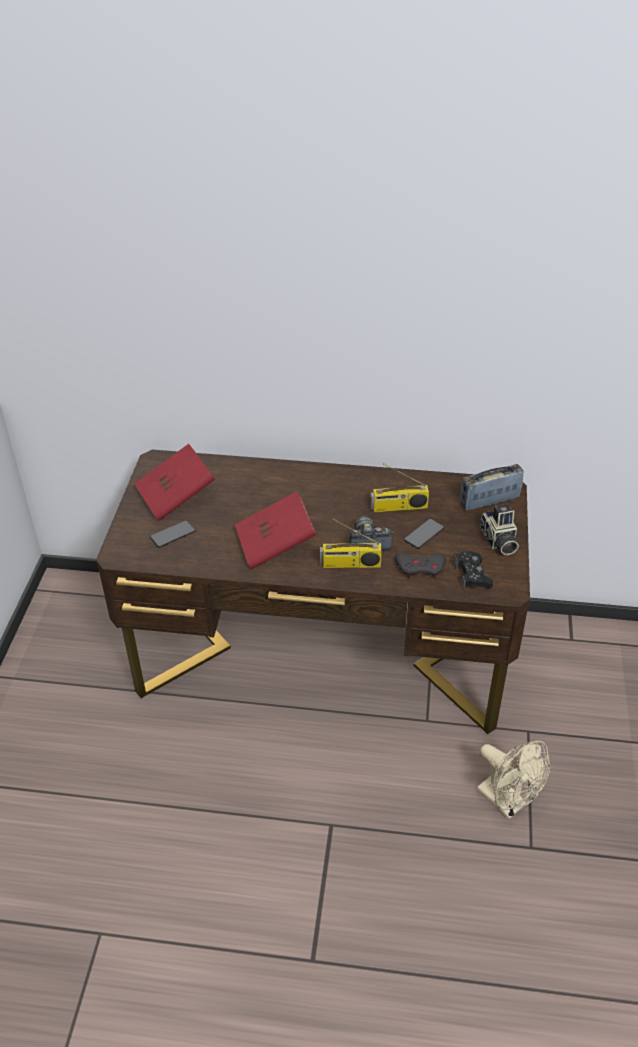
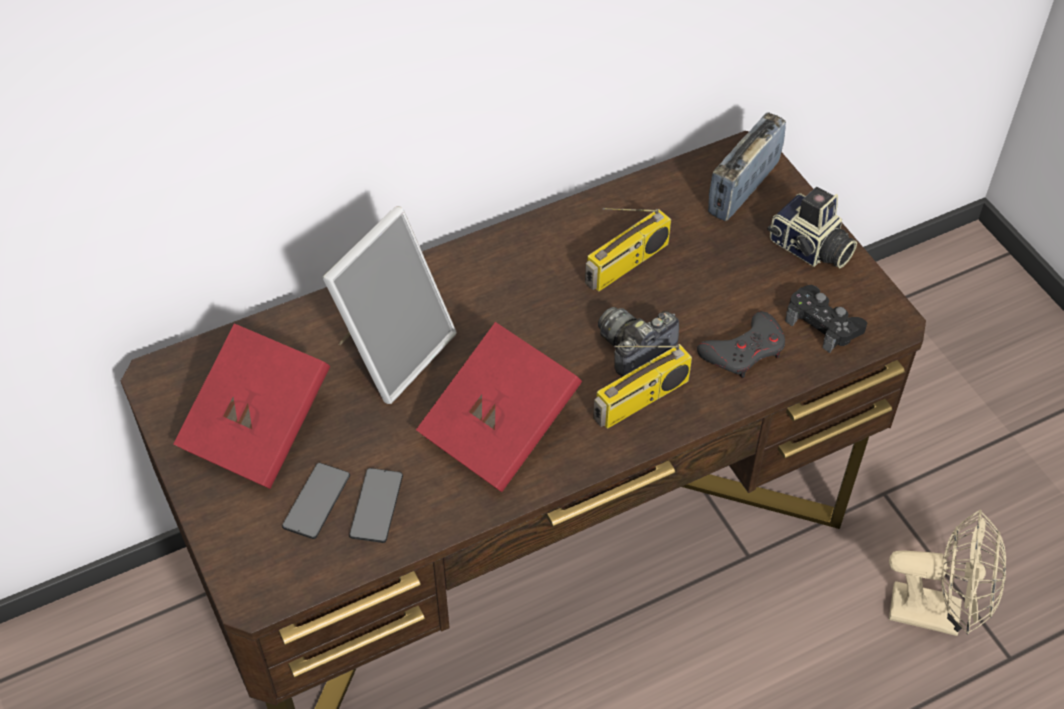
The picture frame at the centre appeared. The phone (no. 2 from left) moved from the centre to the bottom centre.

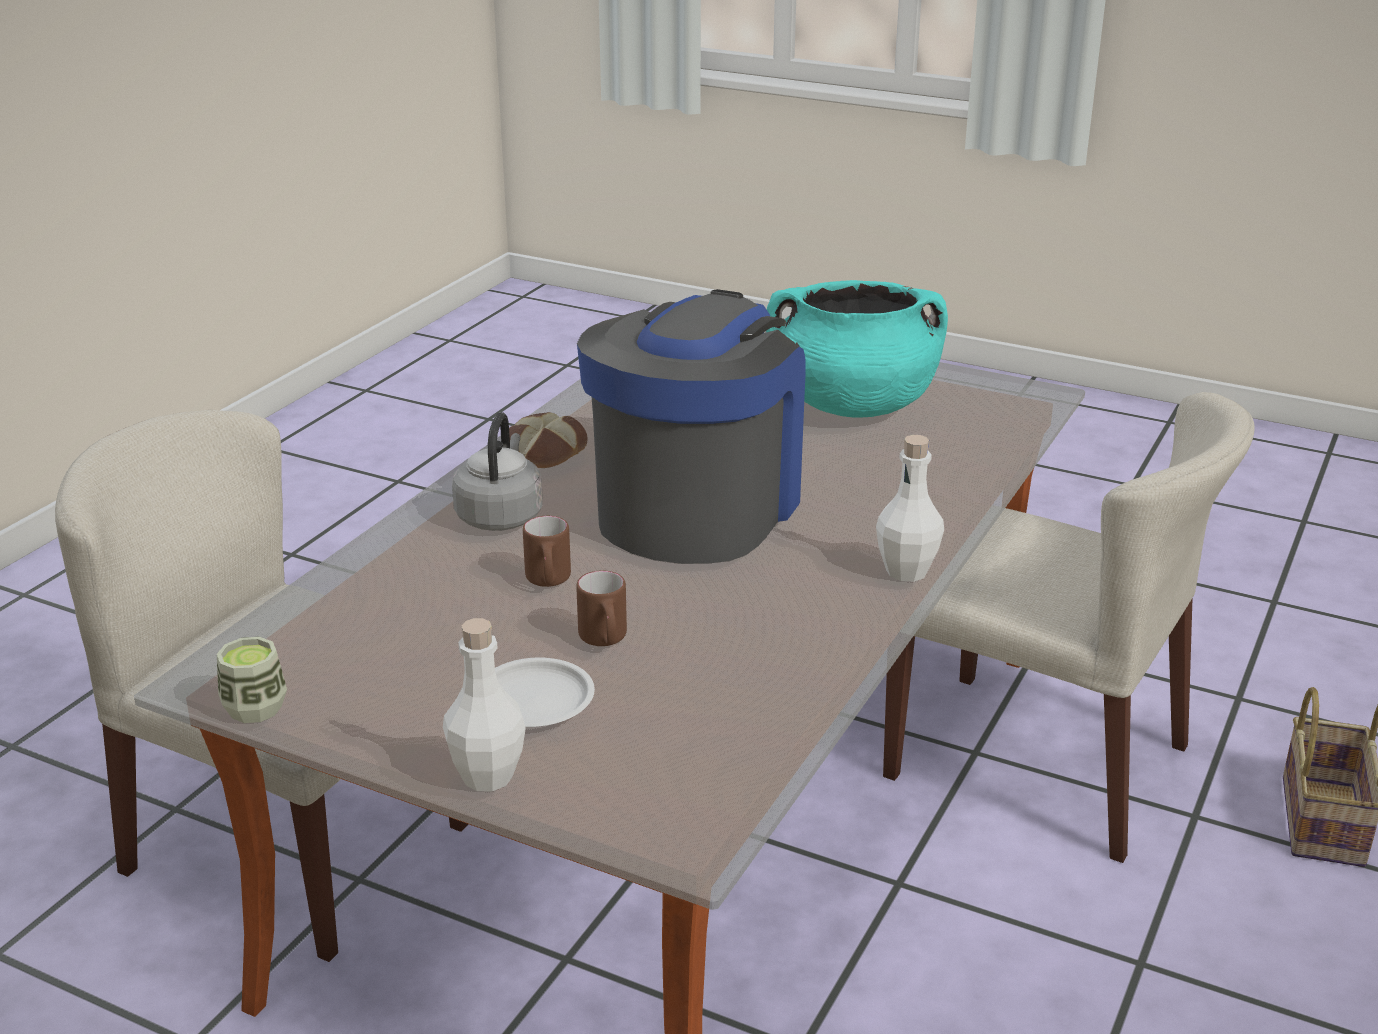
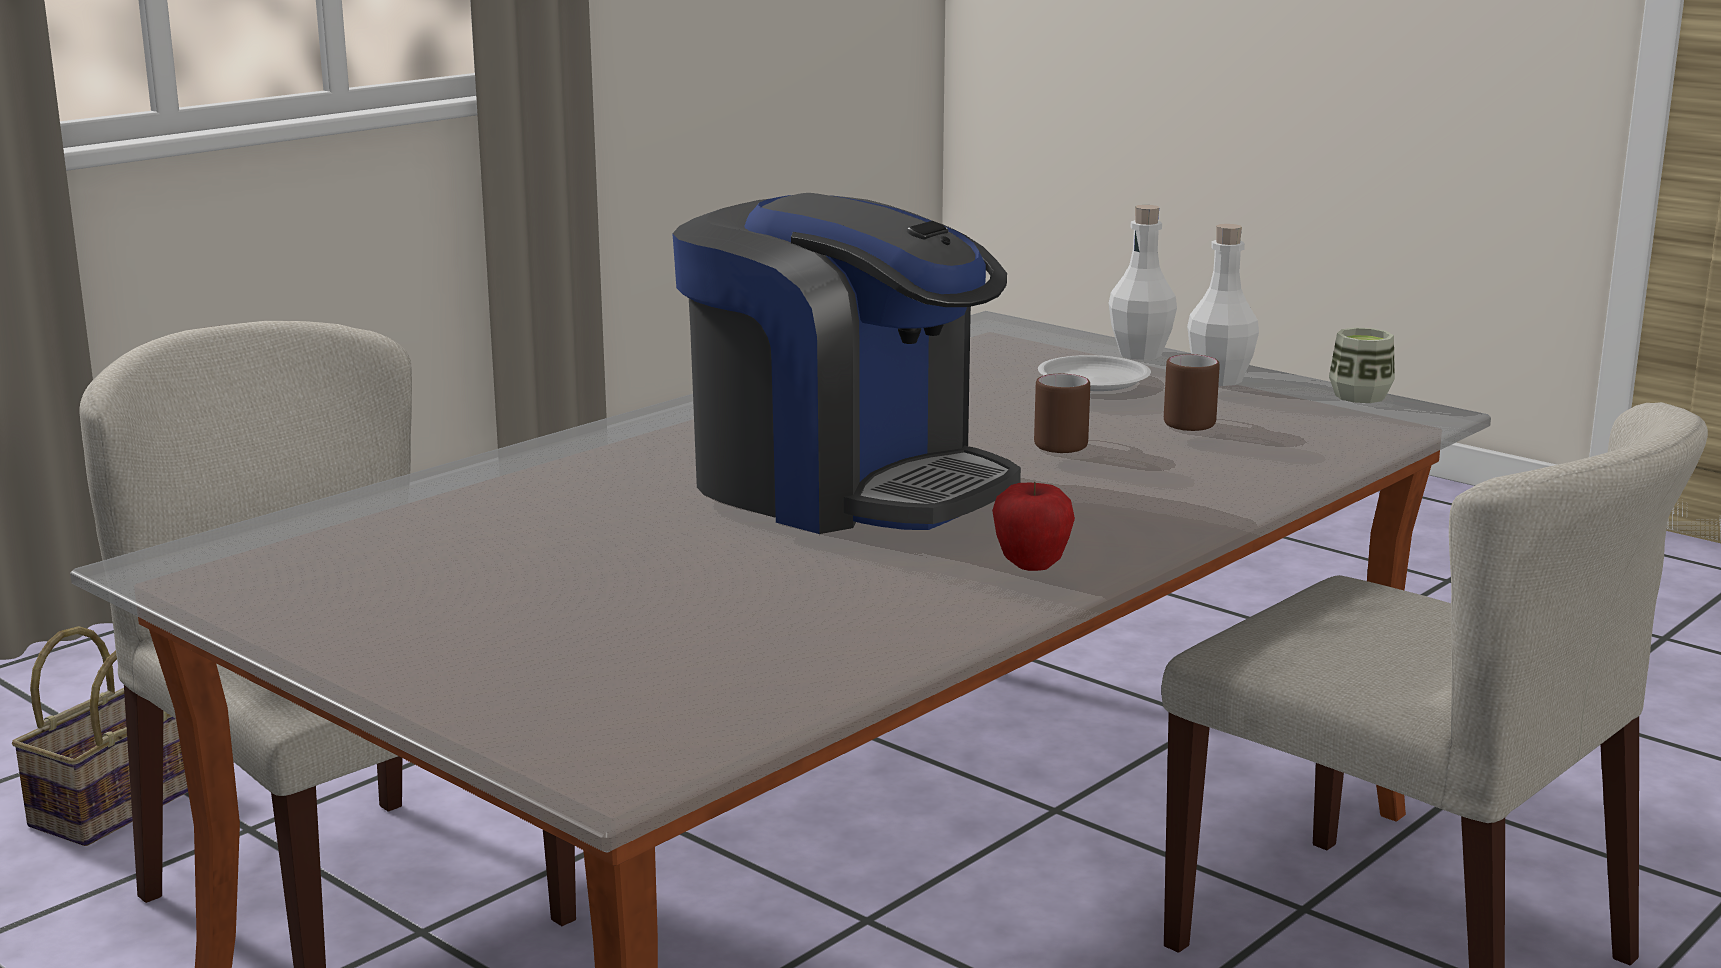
The coffee brewer at the centre turned 90 degrees counterclockwise. The bakery bread at the centre was replaced by the apple at the centre. The brownish coffee mug (no. 2 from left) moved from the centre to the middle right. The whitish beverage bottle (no. 2 from left) moved from the centre to the top right. The greyish tea kettle at the centre disappeared. The turquoise-coloured stockpot at the centre disappeared.

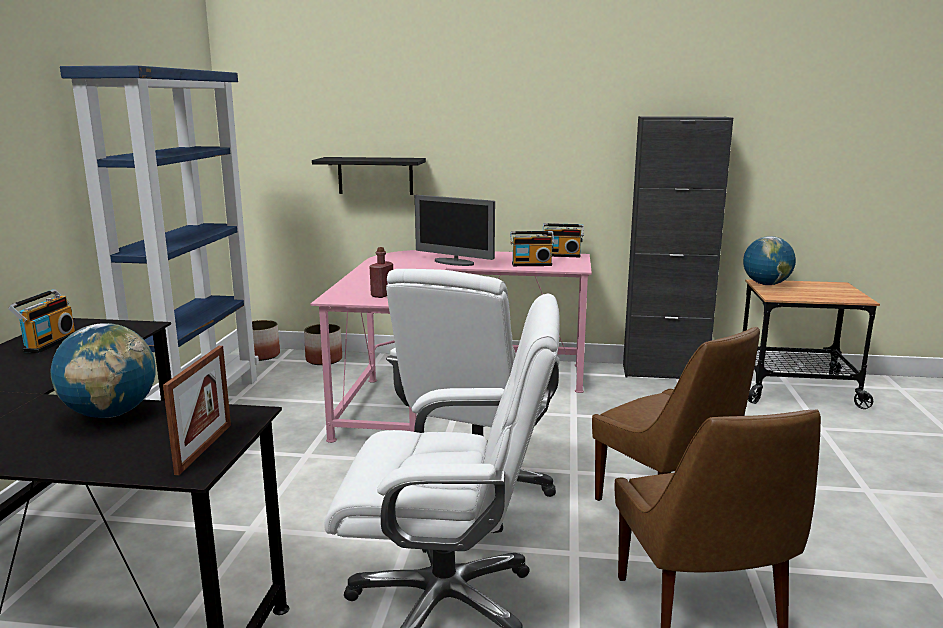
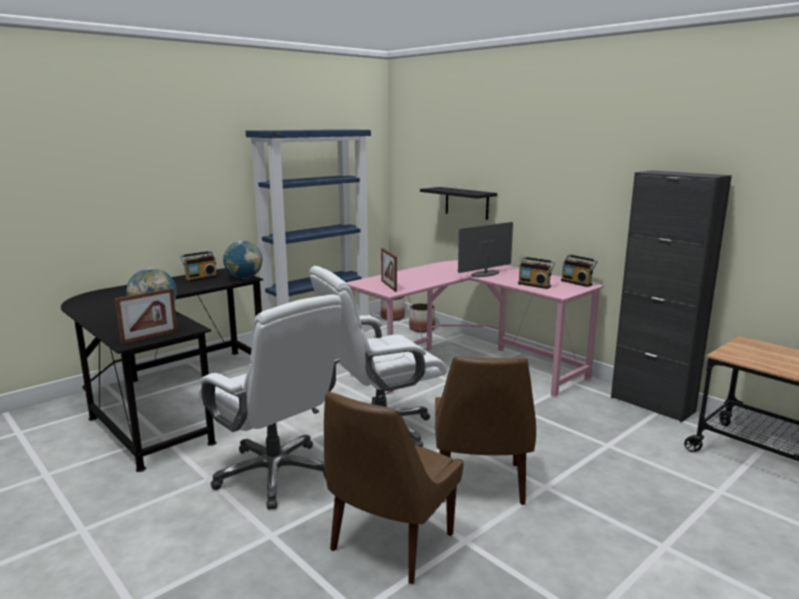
The world globe (no. 2 from left) moved from the middle right to the middle left. The reddish beverage bottle at the centre was replaced by the picture frame (no. 2 from left) at the centre. The computer screen at the centre turned 75 degrees clockwise.

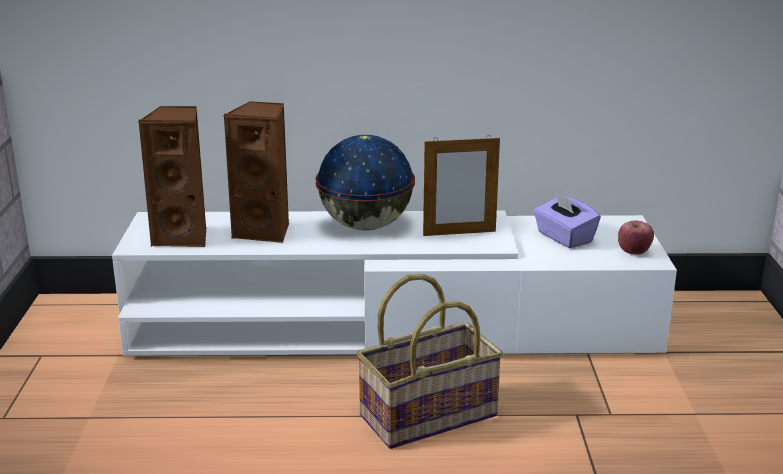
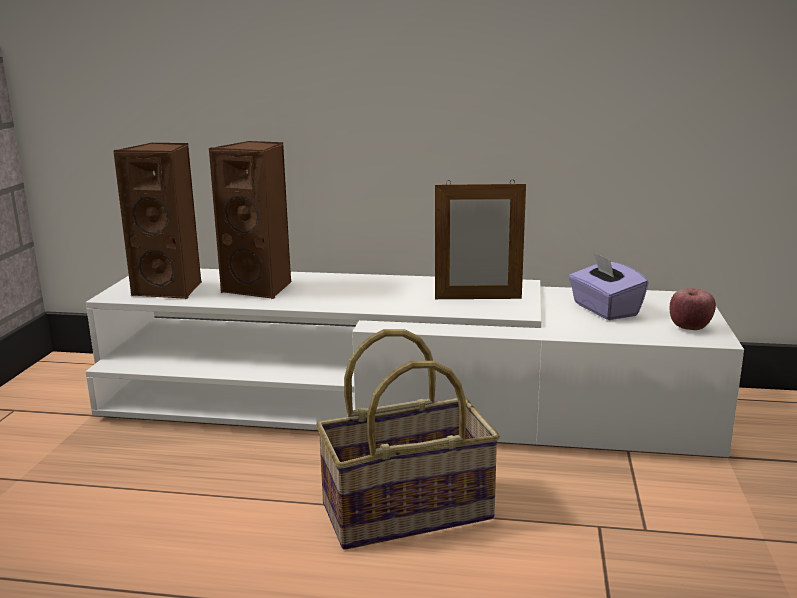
The world globe at the centre disappeared.

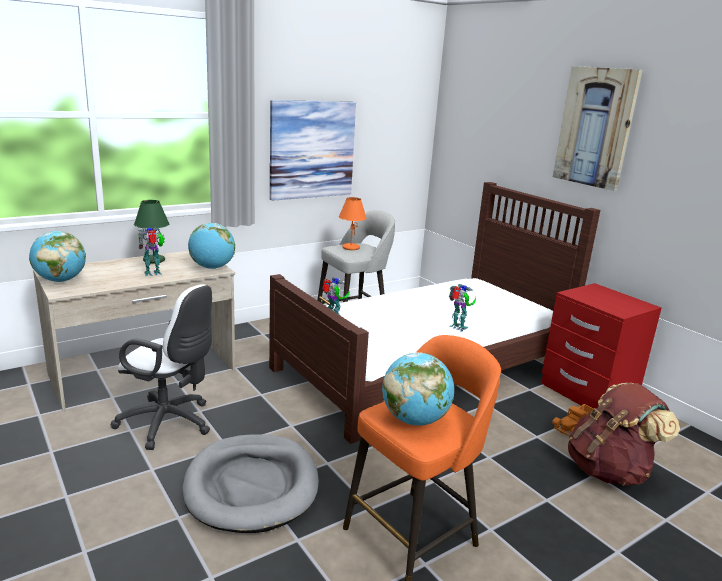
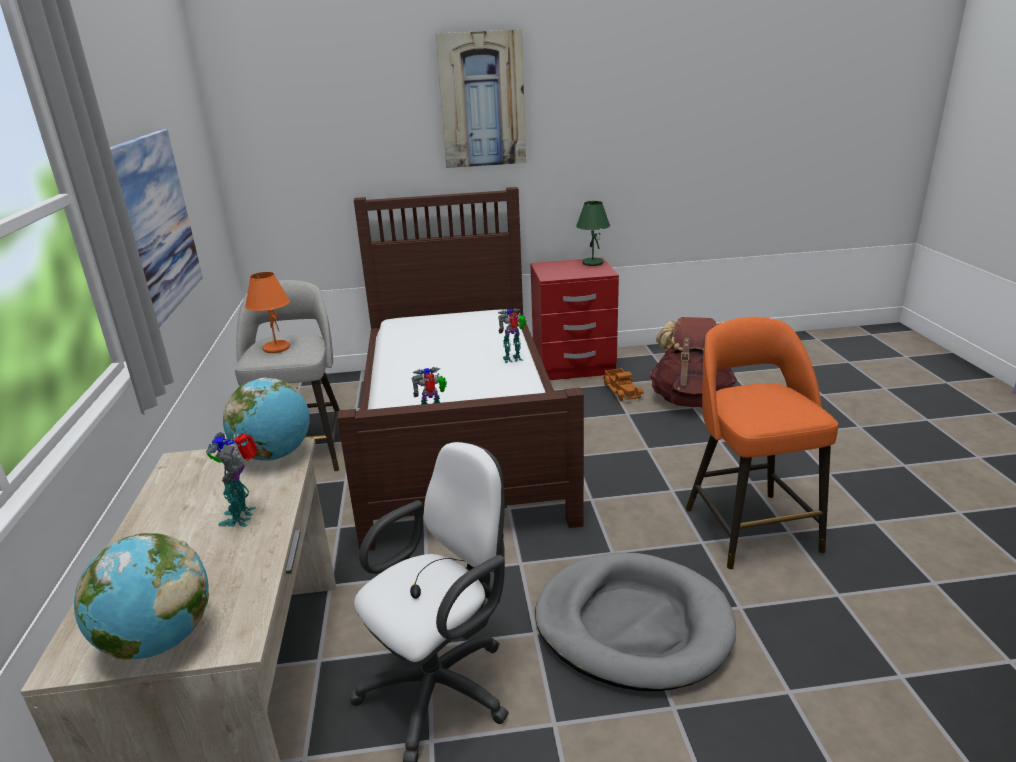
The green-coloured tabletop lamp moved from the middle left to the top centre. The world globe (no. 3 from left) at the bottom centre disappeared.

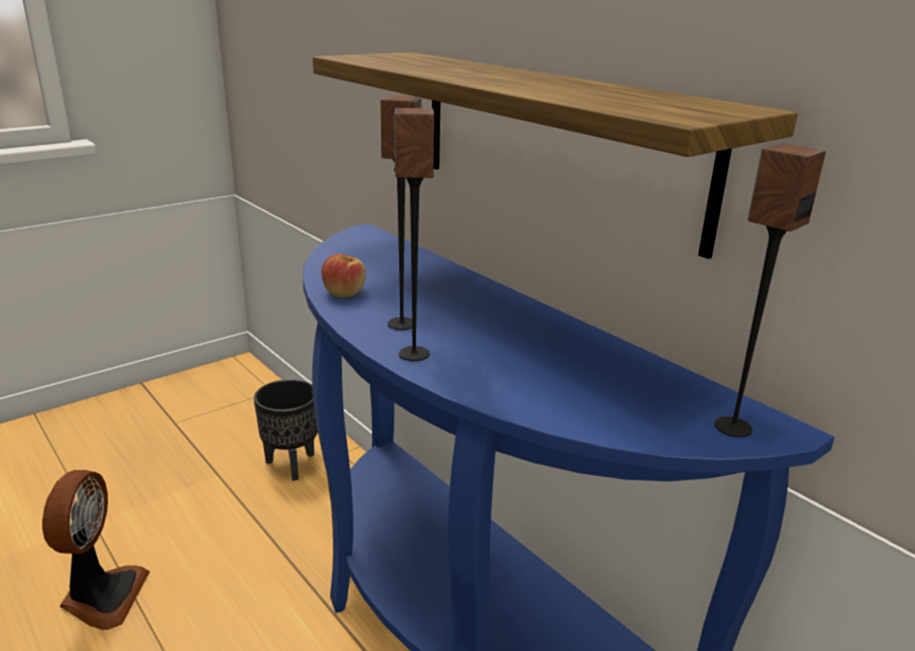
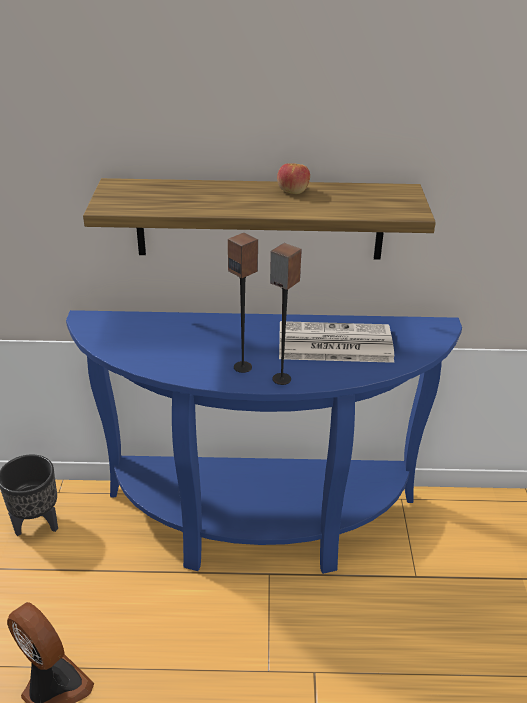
The apple moved from the centre to the top centre. The newspaper at the centre appeared. The loudspeaker (no. 3 from left) at the middle right disappeared.

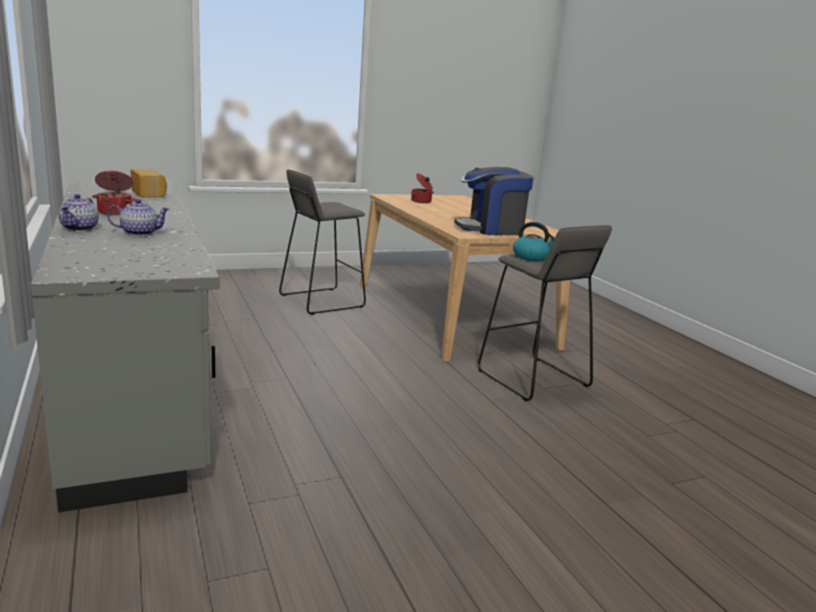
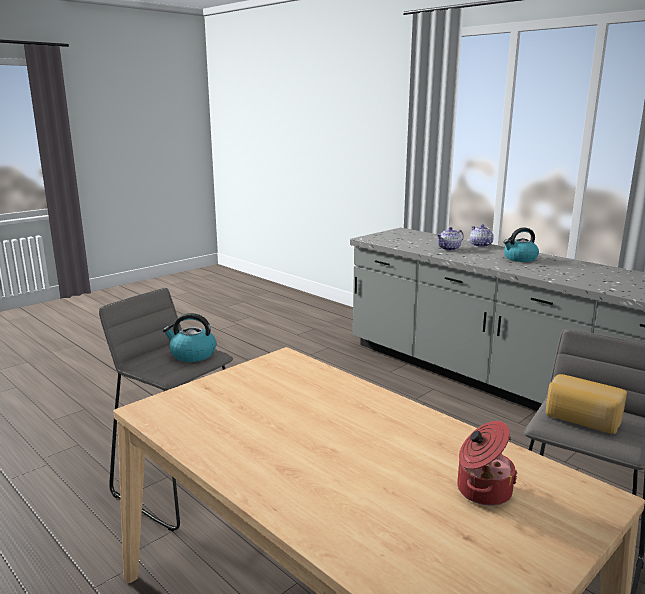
The stockpot (no. 1 from left) at the top left was replaced by the tea kettle (no. 2 from left) at the middle right. The bakery bread moved from the top left to the bottom right. The coffee brewer at the top centre disappeared.

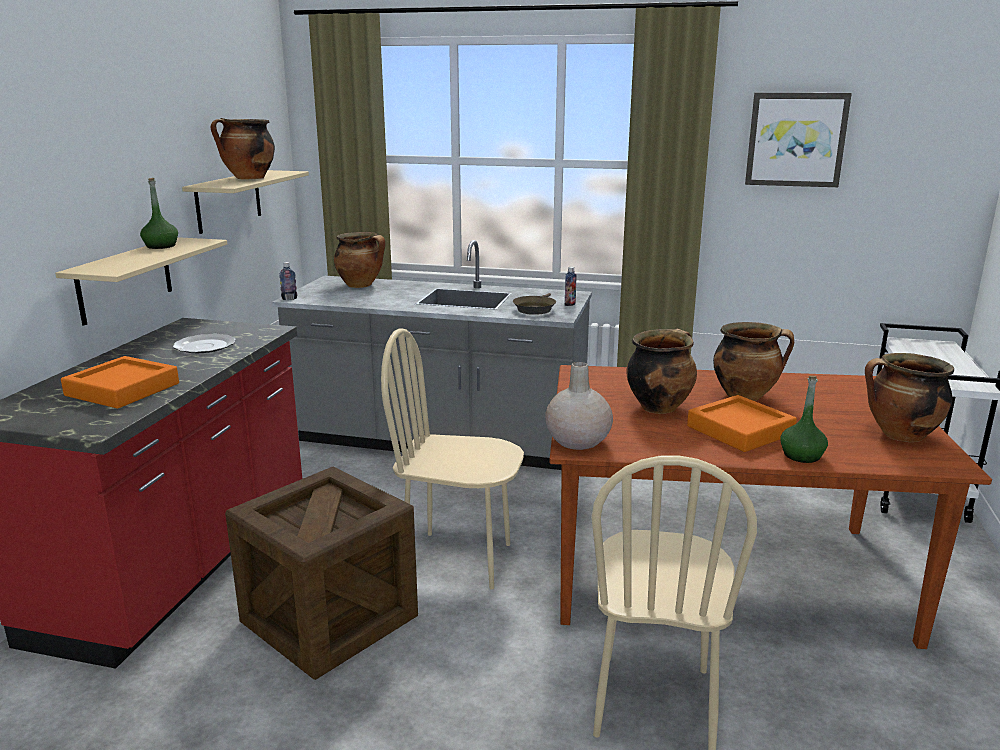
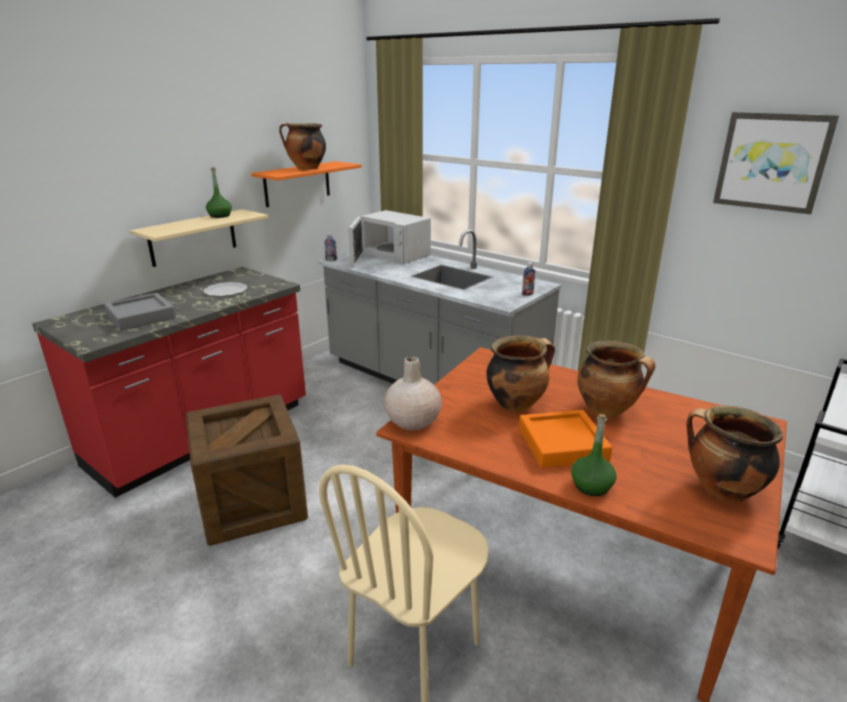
The orange carrying tray (no. 1 from left) at the middle left became the greyish carrying tray at the middle left. The beige-coloured bracket shelf (no. 2 from left) at the top left became the orange bracket shelf at the top centre. The stockpot (no. 2 from left) at the centre was replaced by the whitish kitchen microwave at the centre. The beige-coloured plain chair (no. 1 from left) at the centre disappeared. The brownish skillet at the centre disappeared.

